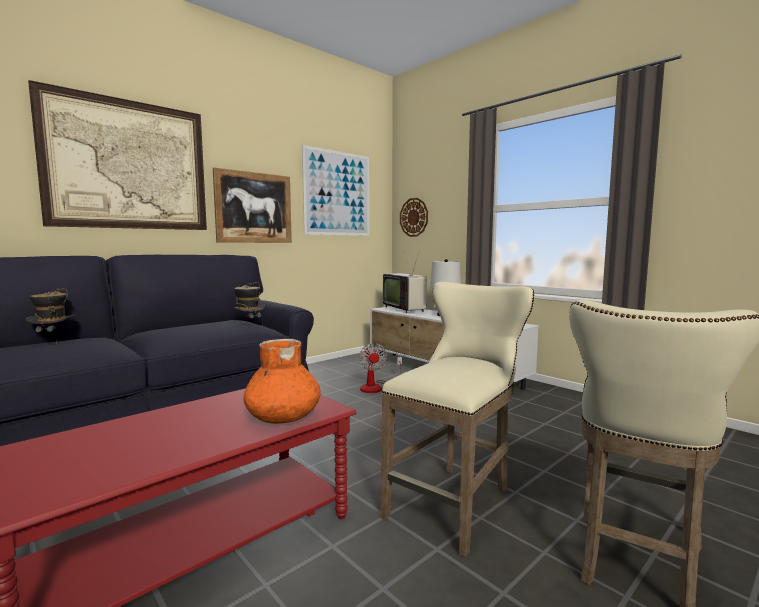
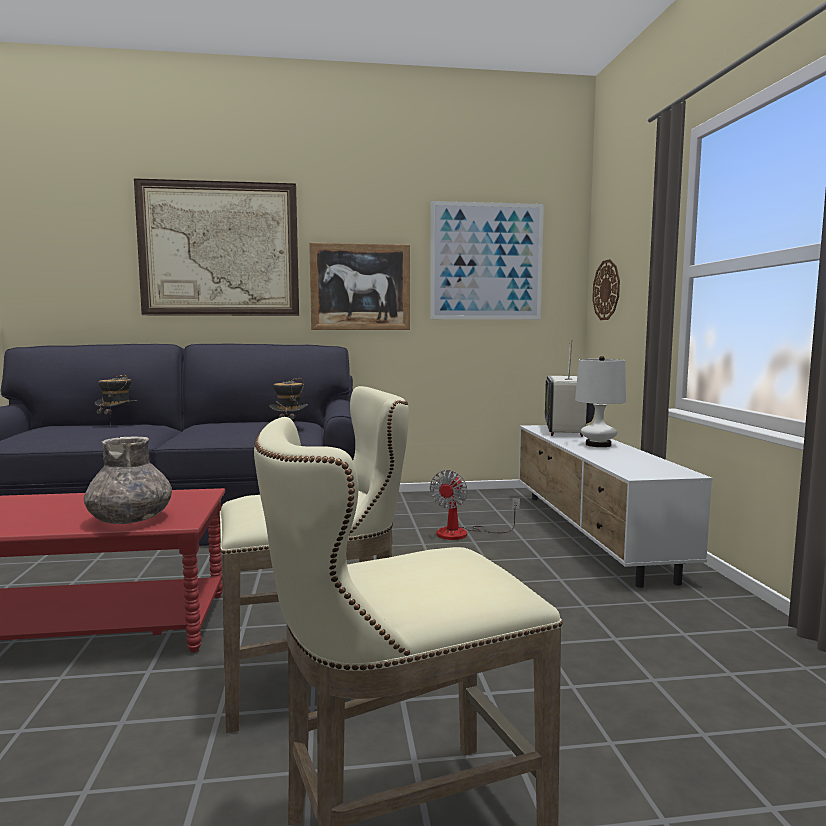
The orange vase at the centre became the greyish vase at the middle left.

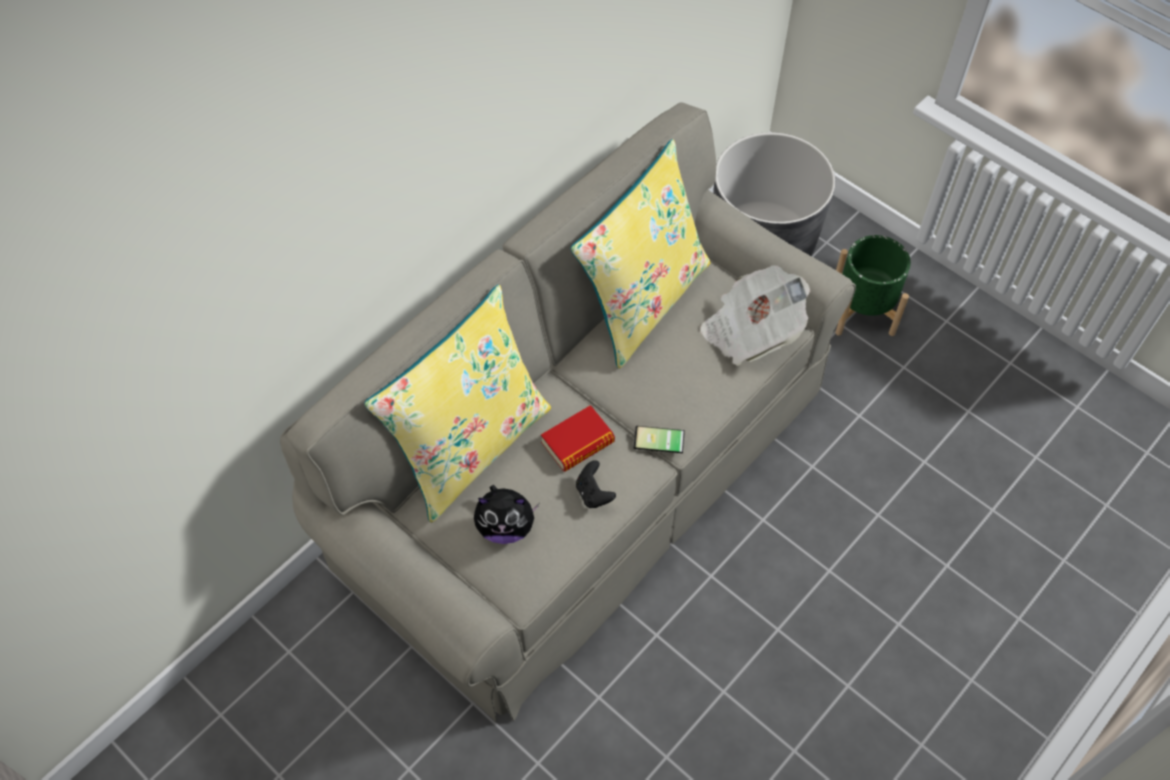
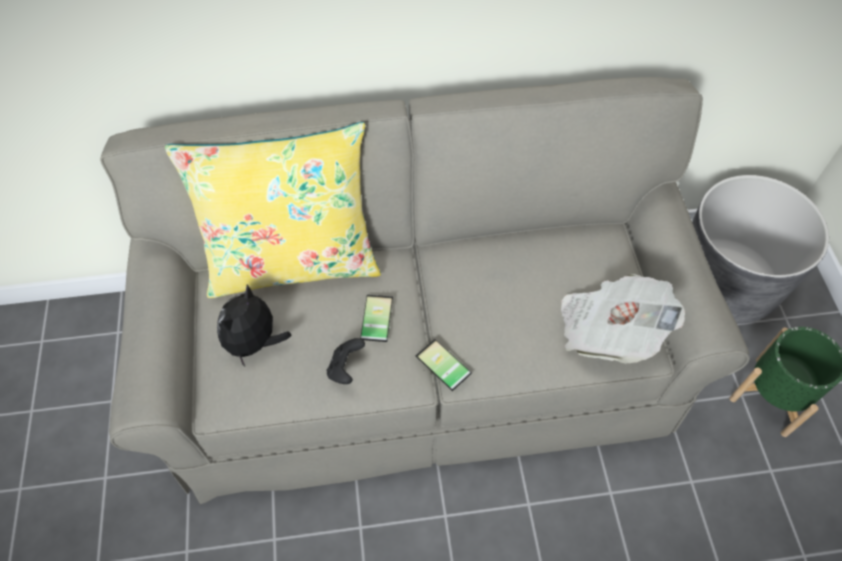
The cuddly toy at the centre turned 75 degrees clockwise. The book at the centre was replaced by the phone (no. 1 from left) at the centre. The yellow cushion (no. 2 from left) at the top centre disappeared.

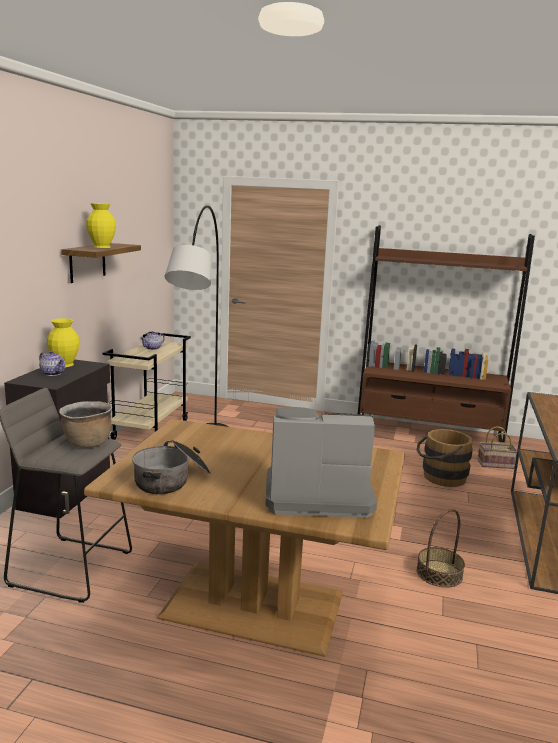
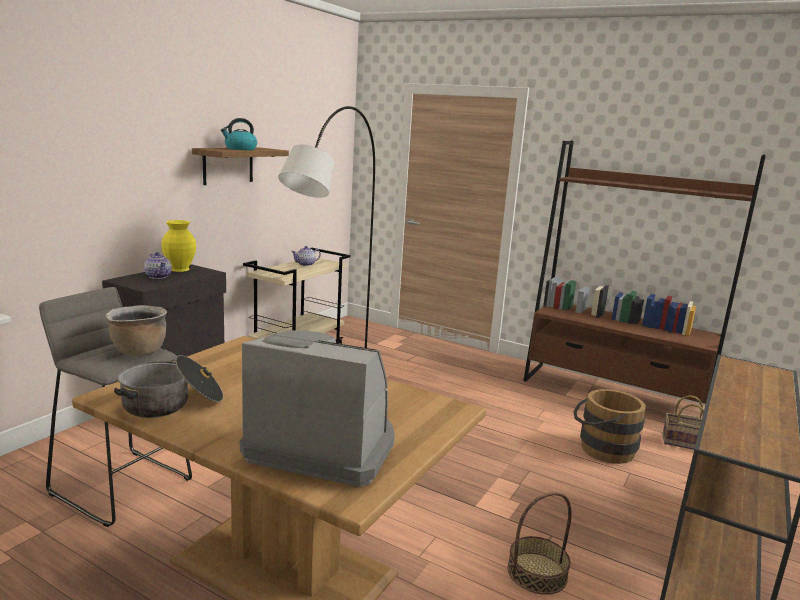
The yellow vase (no. 2 from left) at the top left was replaced by the tea kettle at the top left.

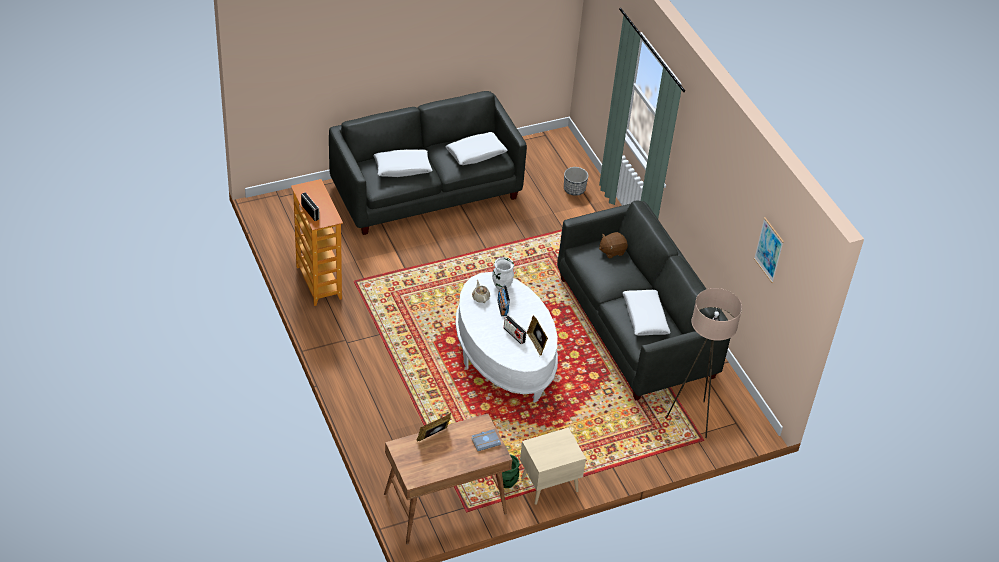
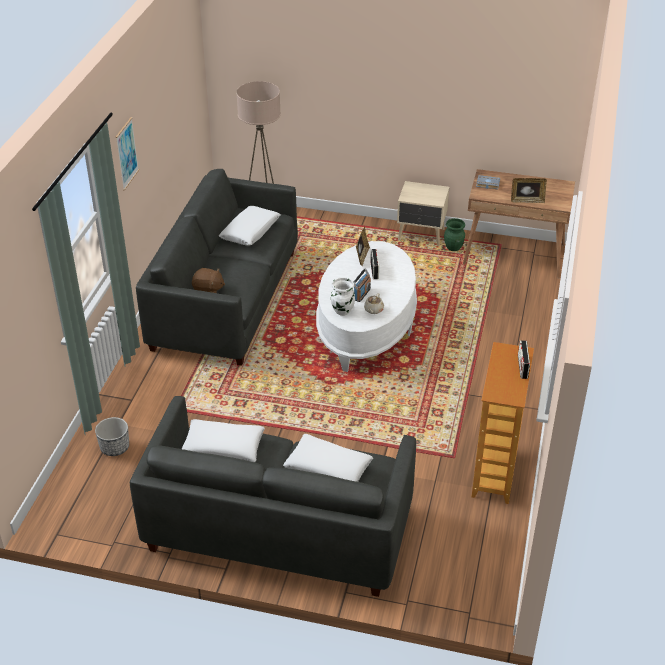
The wall picture moved from the middle right to the top left.

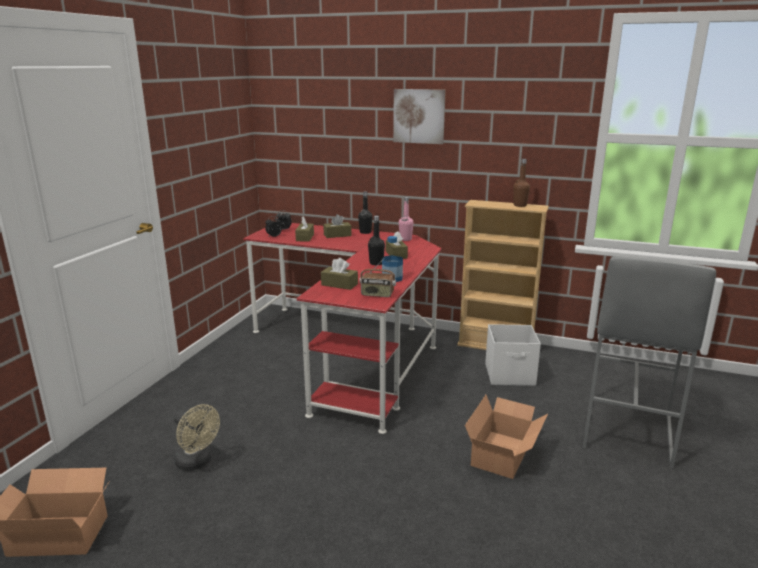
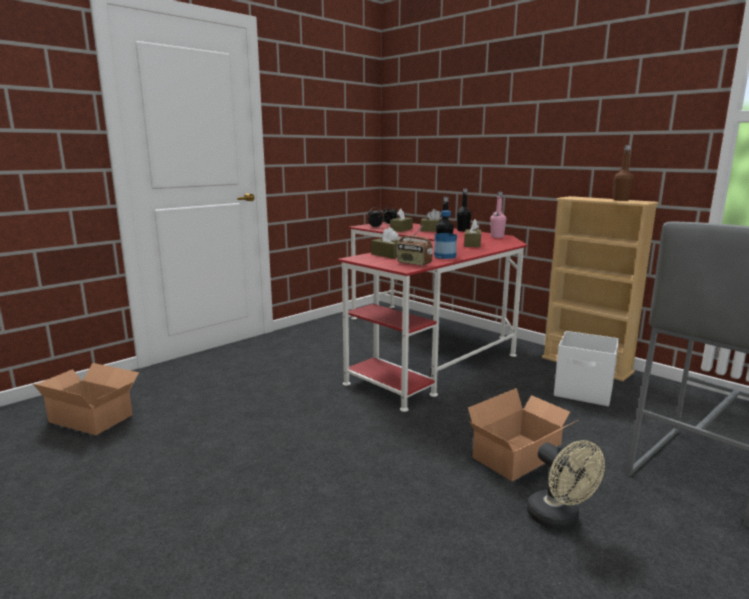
The beige-coloured fan moved from the bottom left to the bottom right. The wall picture at the top centre disappeared.

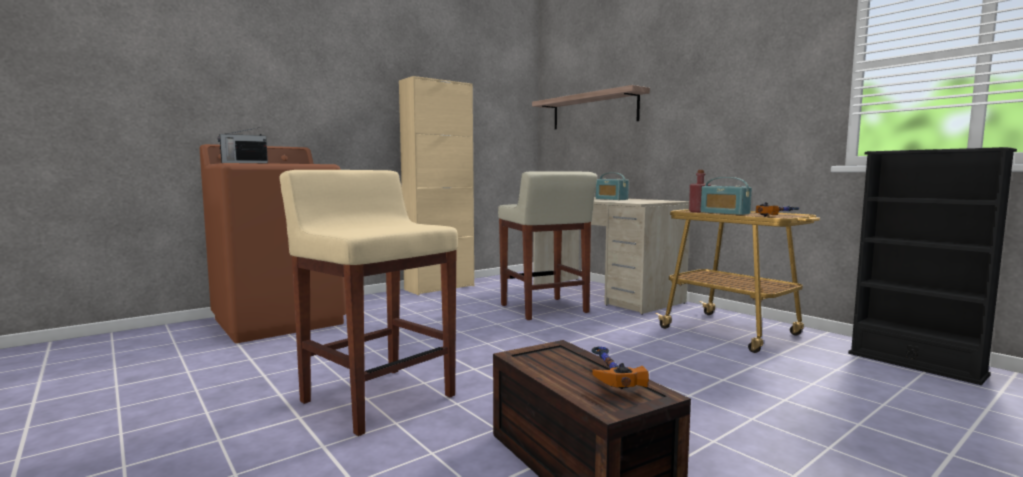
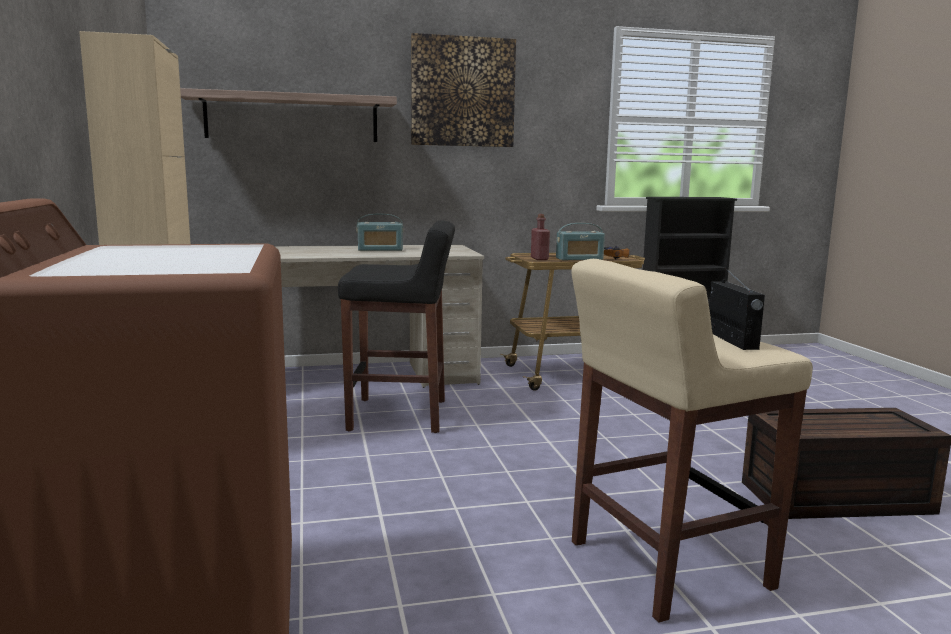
The beige-coloured stool seat (no. 2 from left) at the centre became the black stool seat at the centre. The wall picture at the top centre appeared. The radio receiver (no. 1 from left in the first image) moved from the top left to the middle right. The hammer (no. 1 from left) at the bottom centre disappeared.

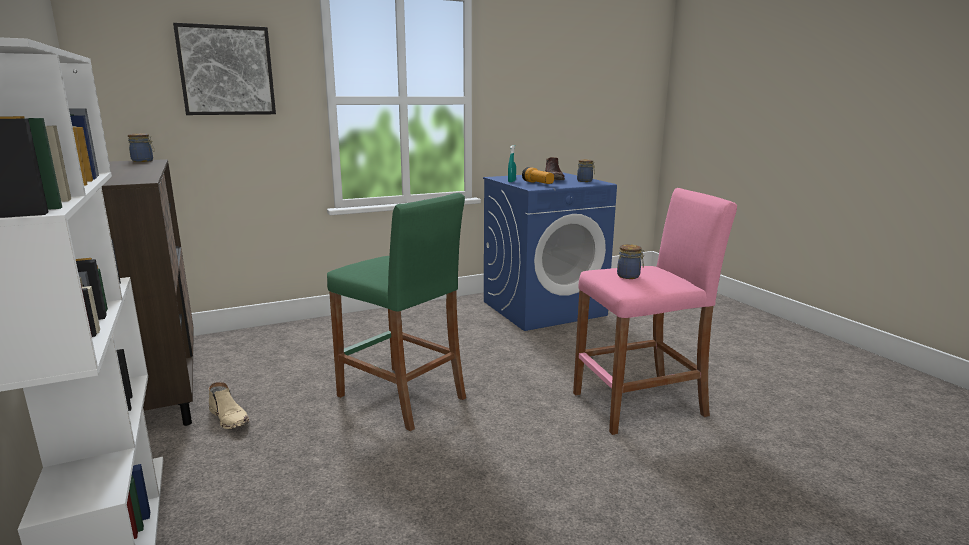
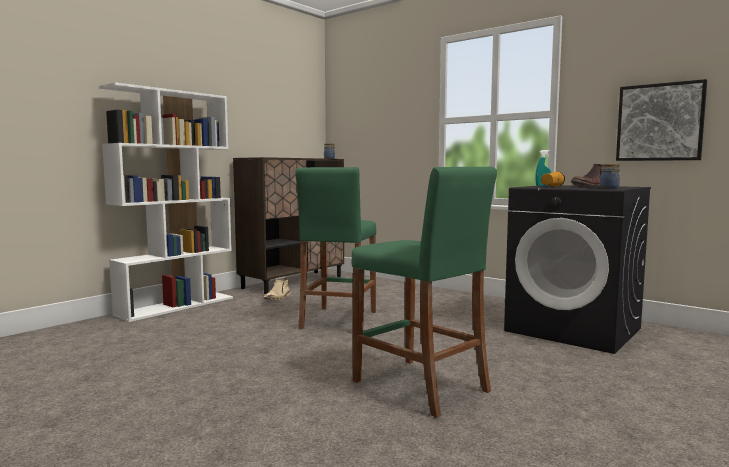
The pink-coloured stool seat at the middle right became the green-coloured stool seat (no. 2 from left) at the centre. The blue-coloured laundry machine at the centre became the black laundry machine at the middle right. The wall picture moved from the top left to the top right. The jar (no. 3 from left) at the centre disappeared.

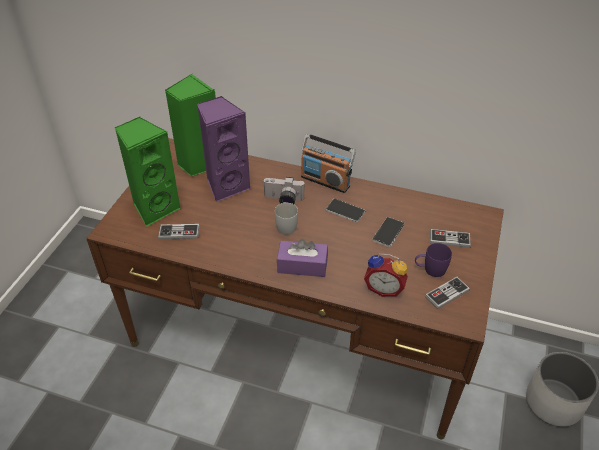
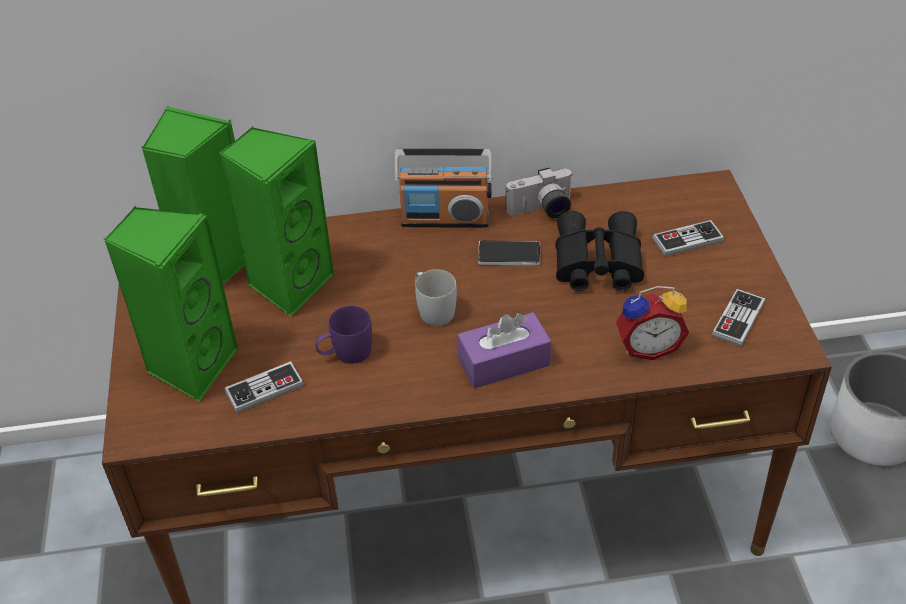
The purplish loudspeaker at the top centre became the green-coloured loudspeaker (no. 3 from left) at the middle left. The purplish coffee mug moved from the middle right to the centre. The photo camera moved from the centre to the top centre. The phone (no. 2 from left) at the centre was replaced by the black pair of binoculars at the centre.

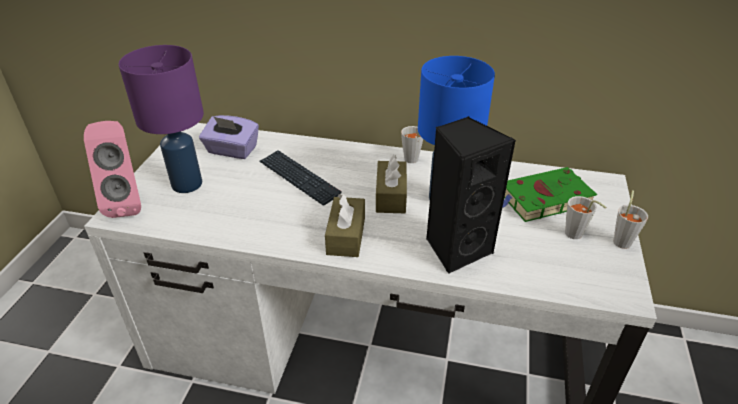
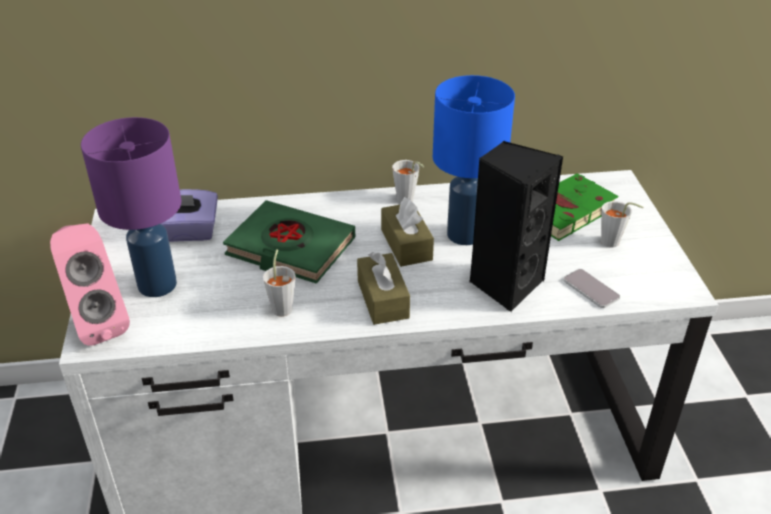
The PC keyboard at the centre was replaced by the green-coloured book (no. 1 from left) at the centre. The greyish cup (no. 3 from left in the first image) moved from the middle right to the centre. The phone at the middle right appeared.

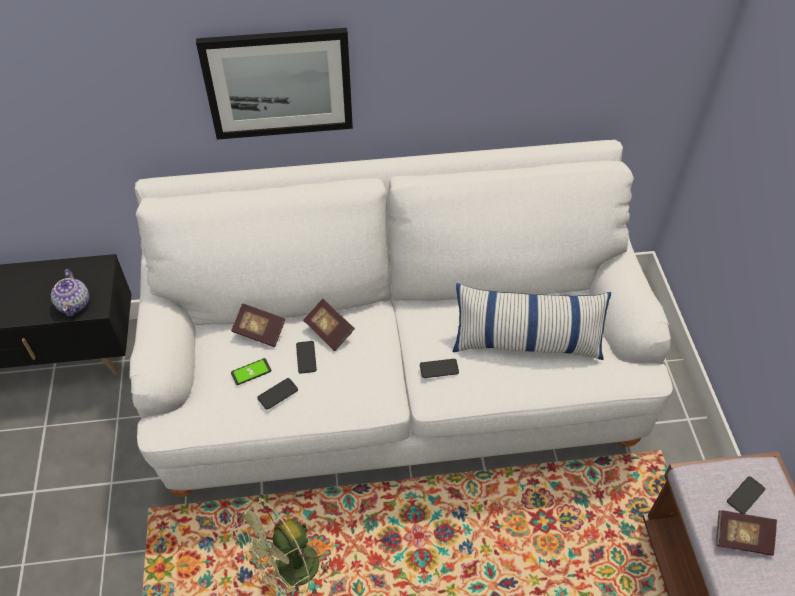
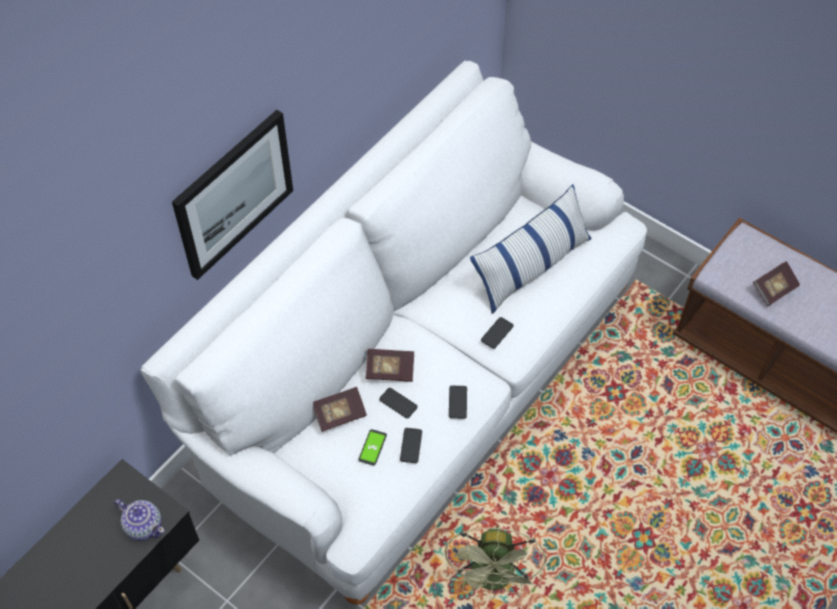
The phone (no. 5 from left in the first image) moved from the bottom right to the centre.

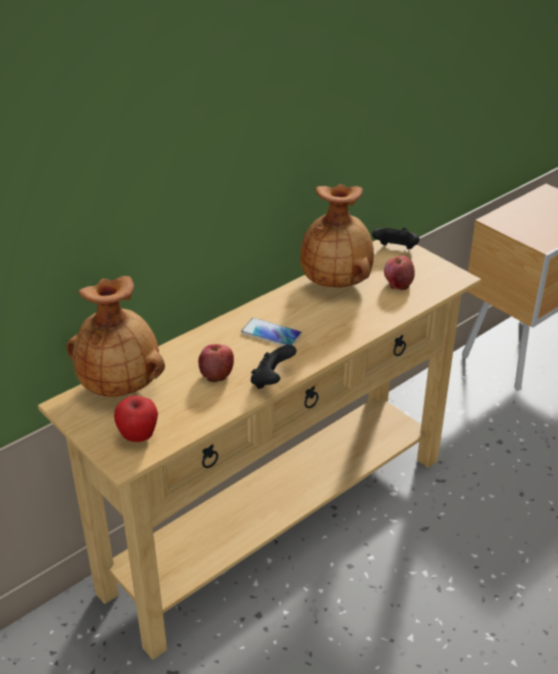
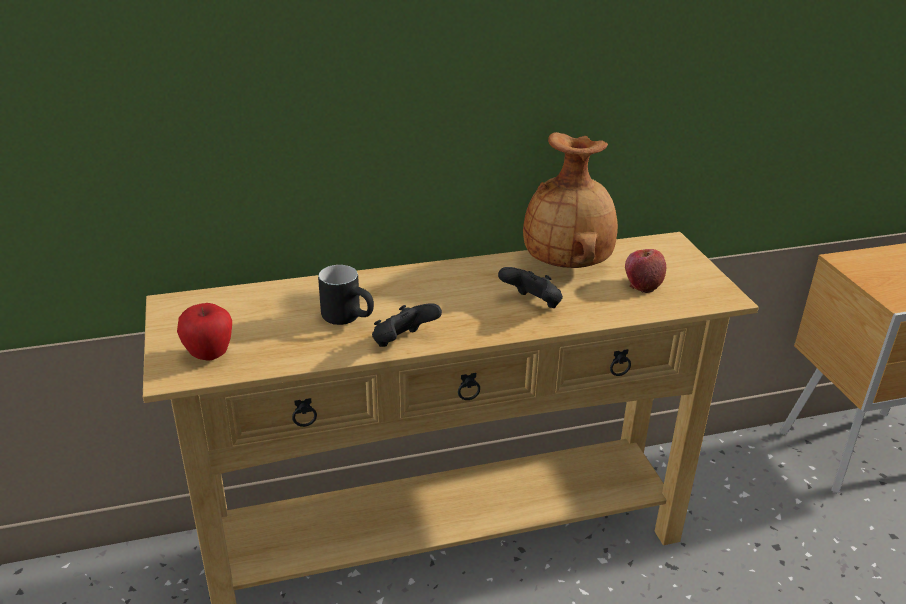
The apple (no. 2 from left) at the centre was replaced by the black coffee mug at the centre. The black game controller (no. 2 from left) moved from the middle right to the centre. The brownish vase (no. 1 from left) at the middle left disappeared. The phone at the centre disappeared.

